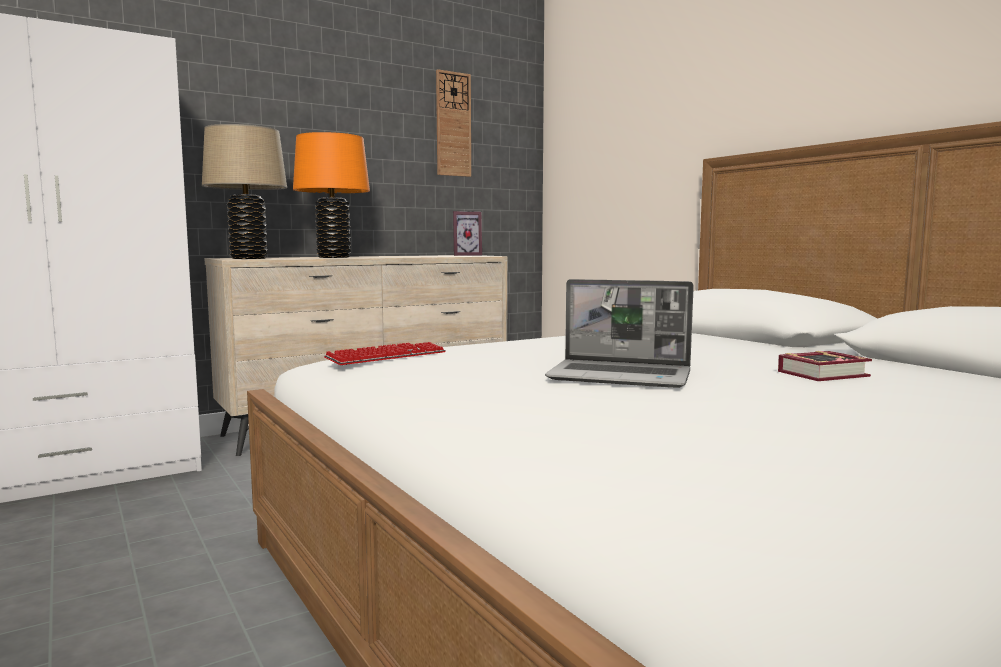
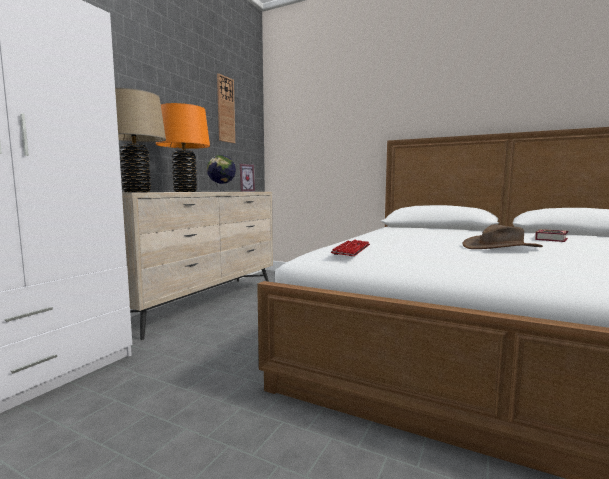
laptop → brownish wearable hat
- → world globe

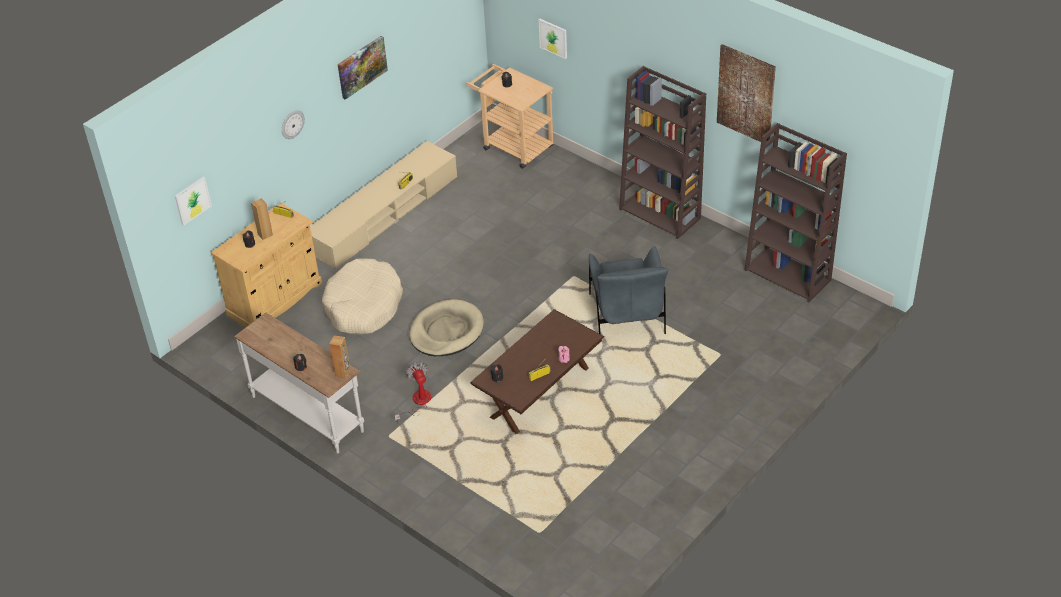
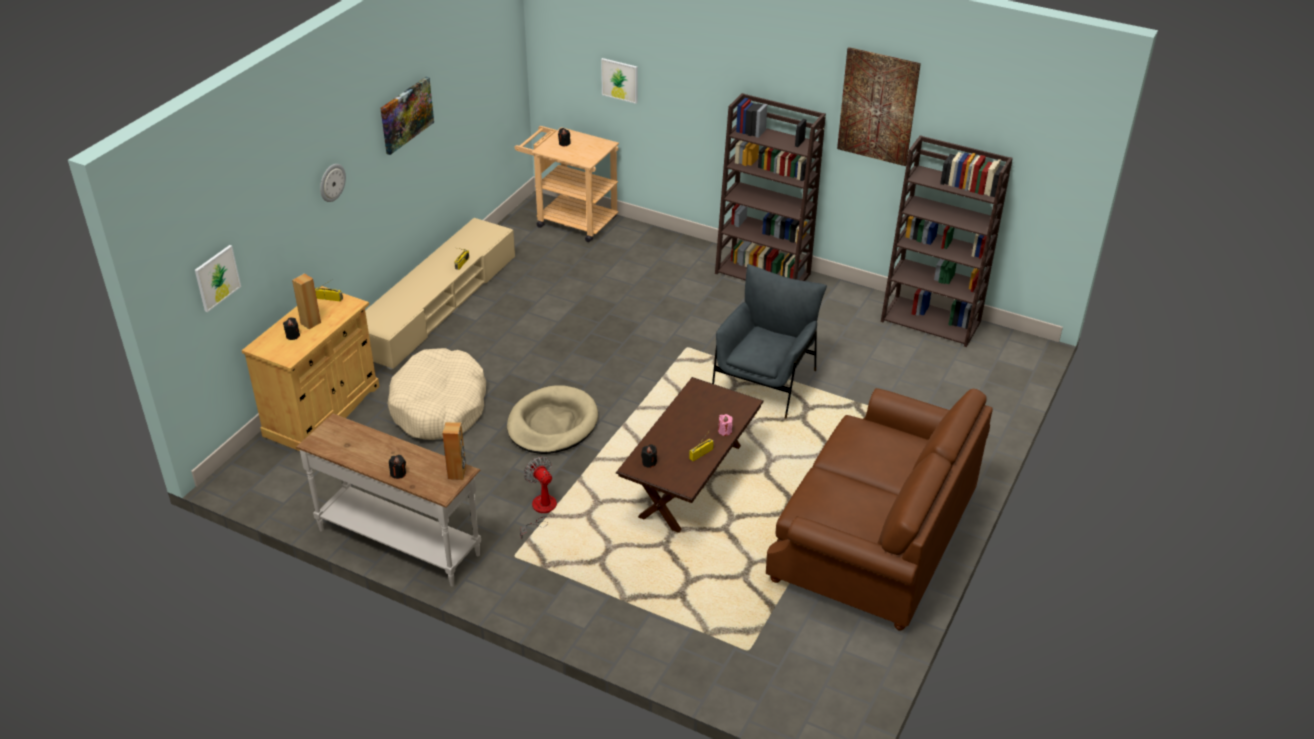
greyish armchair, 135 degrees counterclockwise
- → brownish sofa

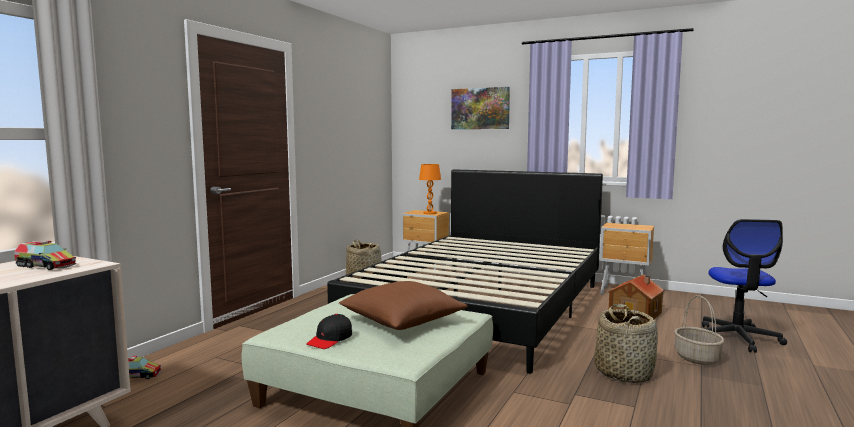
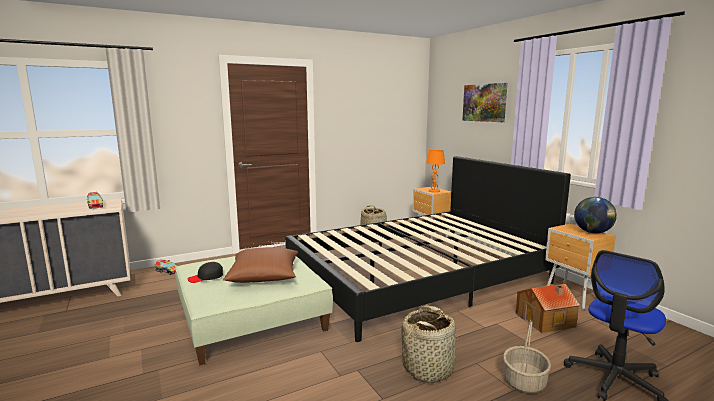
- → world globe

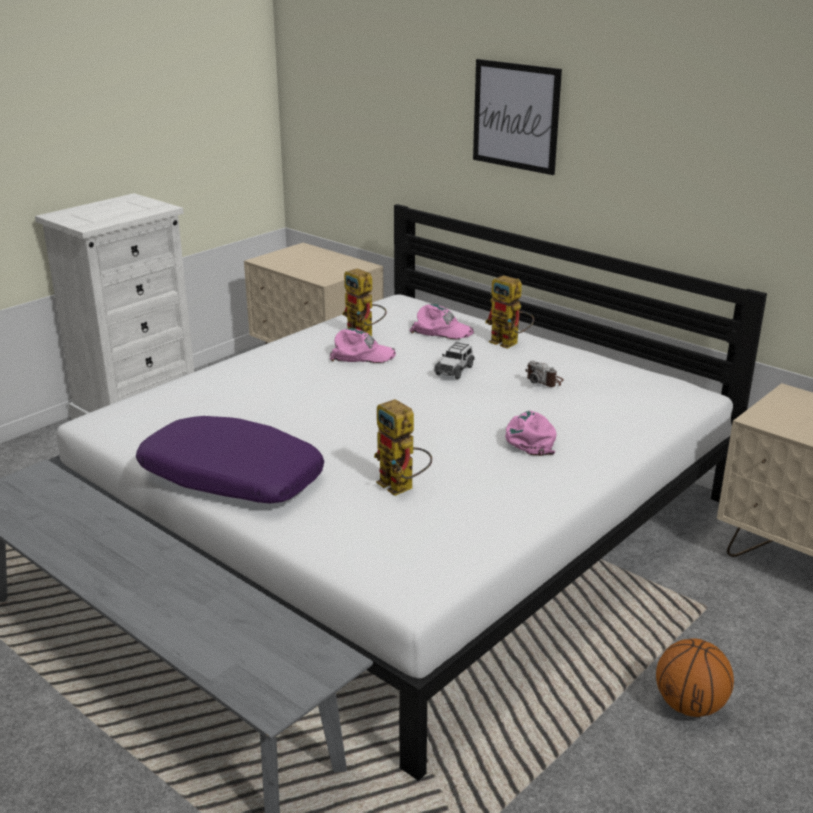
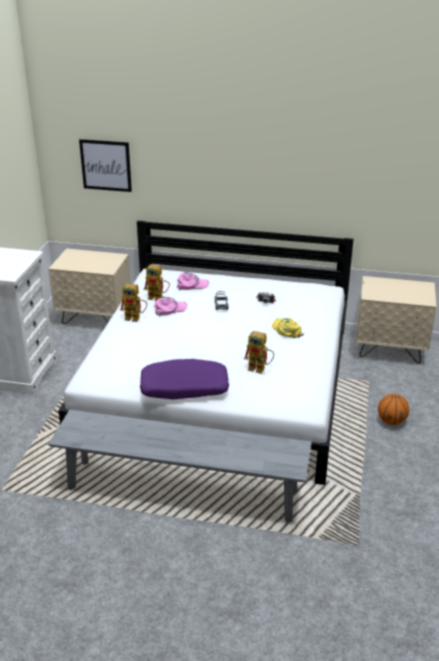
wall art, relocated
robot figure (no. 3 from left in the first image) → robot figure (no. 1 from left), relocated
pink-coloured cap (no. 3 from left) → yellow cap

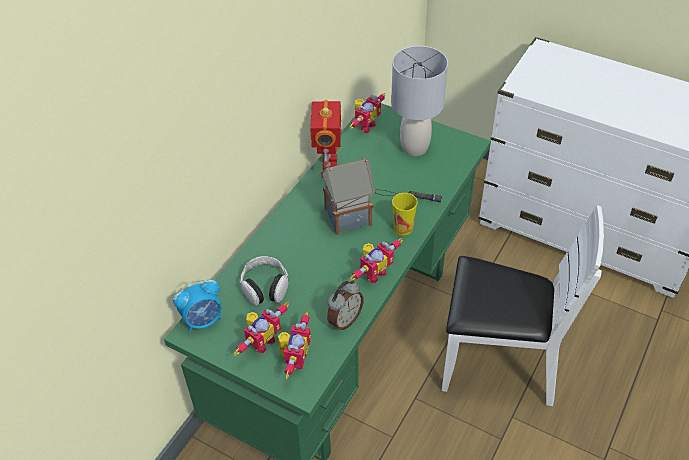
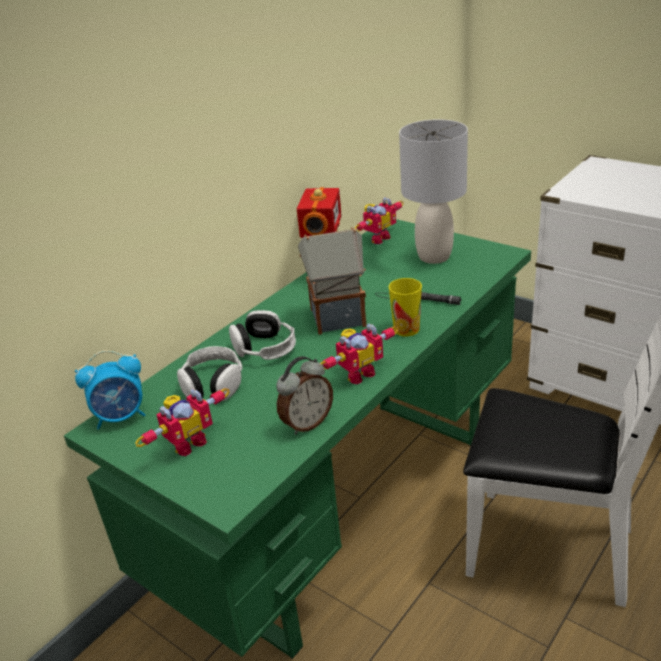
robot figure (no. 2 from left) → -
- → headphones (no. 2 from left)

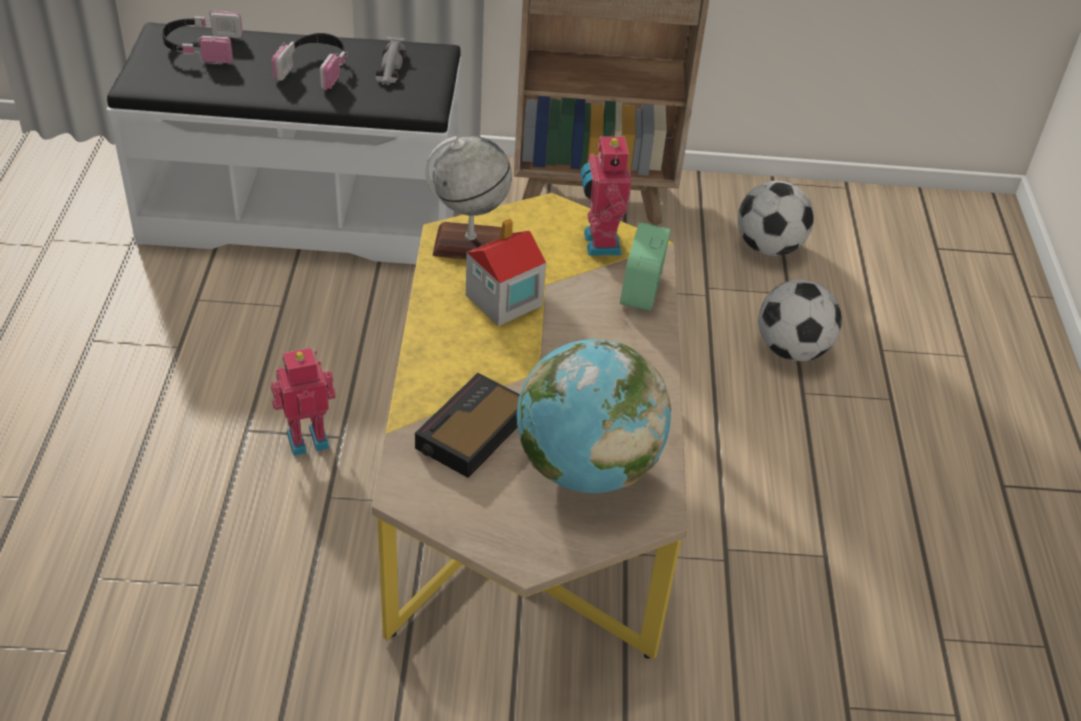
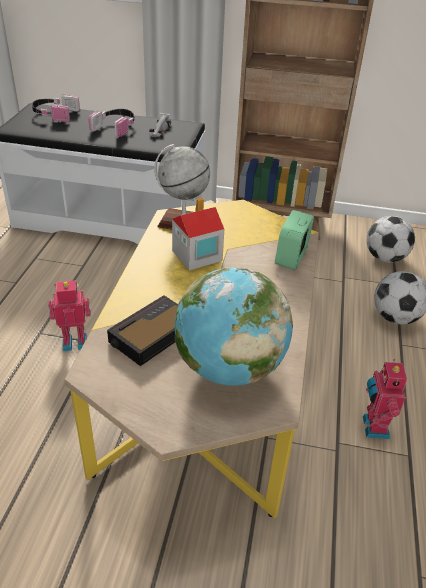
robot figure (no. 2 from left), relocated

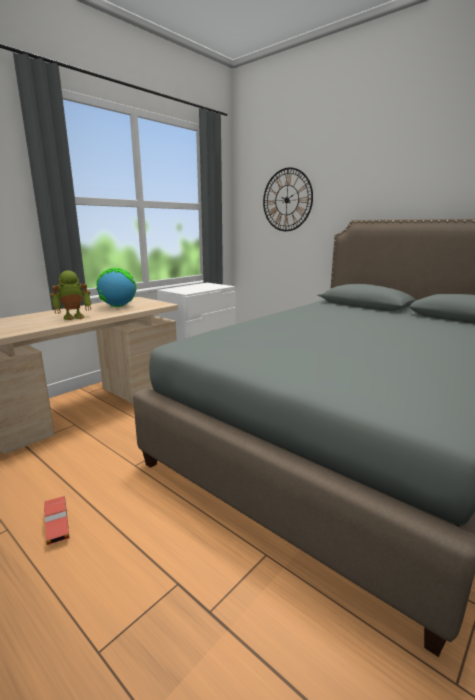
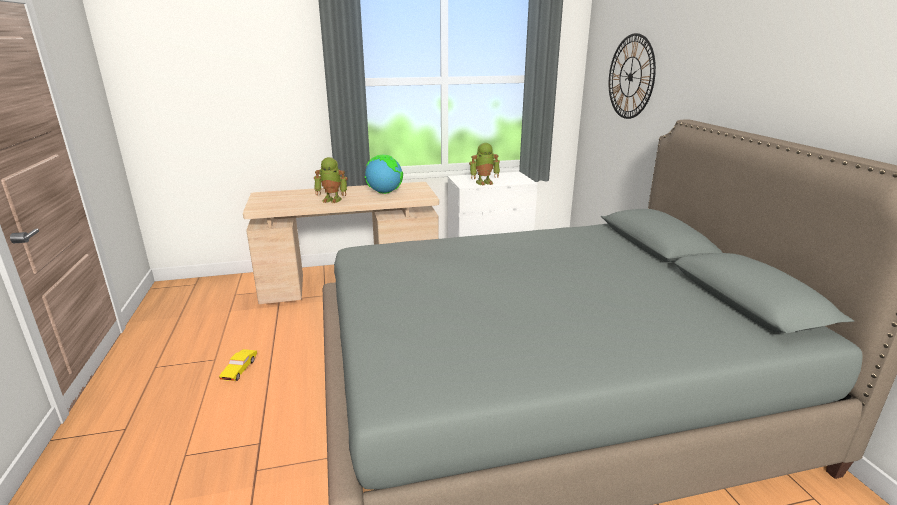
red-coloured model car → yellow model car
- → robot figure (no. 2 from left)

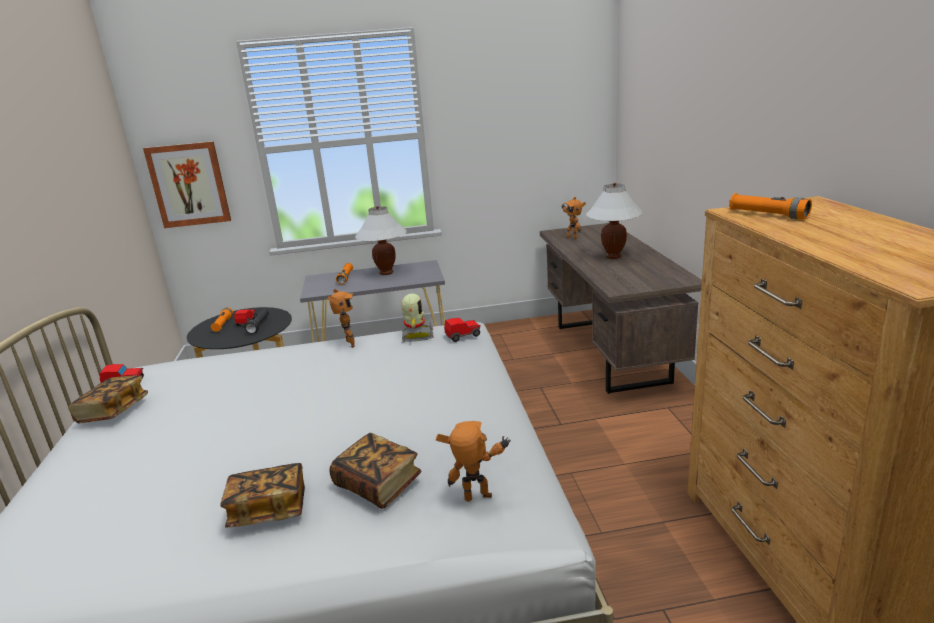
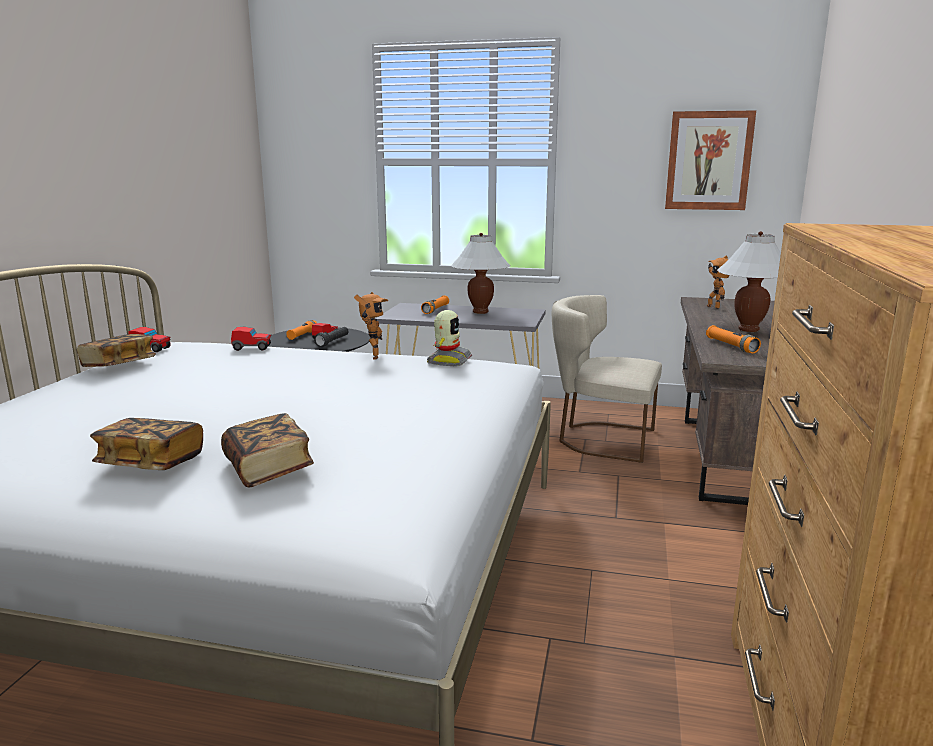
wall art, relocated
robot figure (no. 3 from left) → -
model car (no. 3 from left in the first image) → model car (no. 2 from left), relocated
orange hand torch (no. 3 from left), relocated
- → beige-coloured plain chair

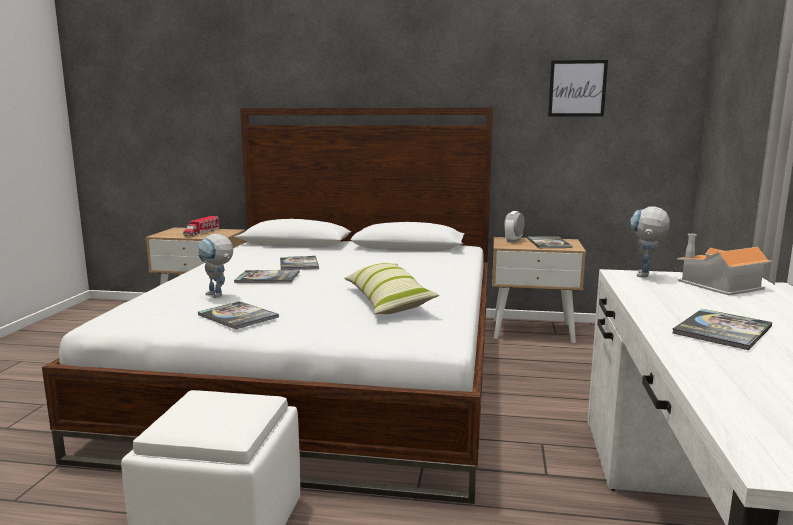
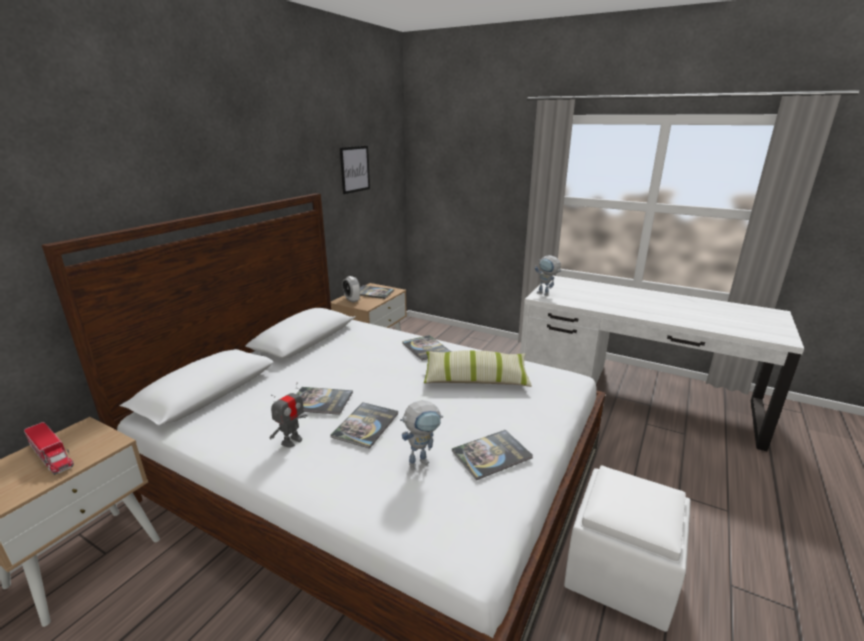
volume (no. 5 from left in the first image) → volume (no. 4 from left), relocated
toy house → -
- → robot figure (no. 1 from left)

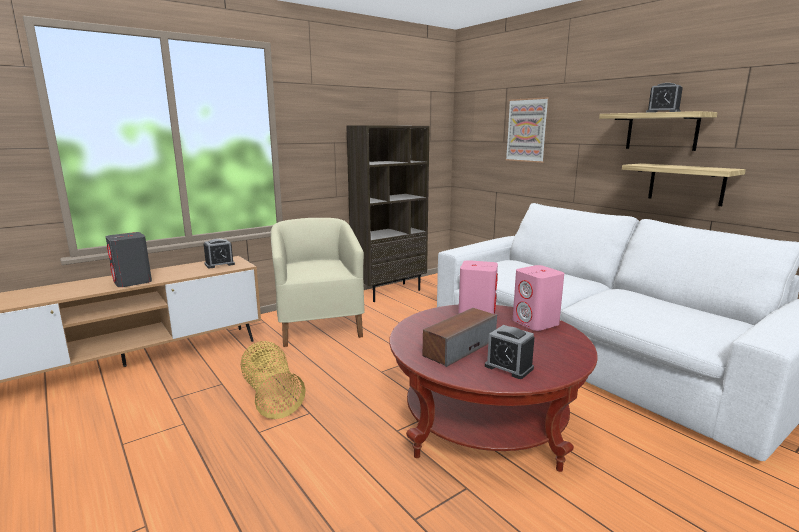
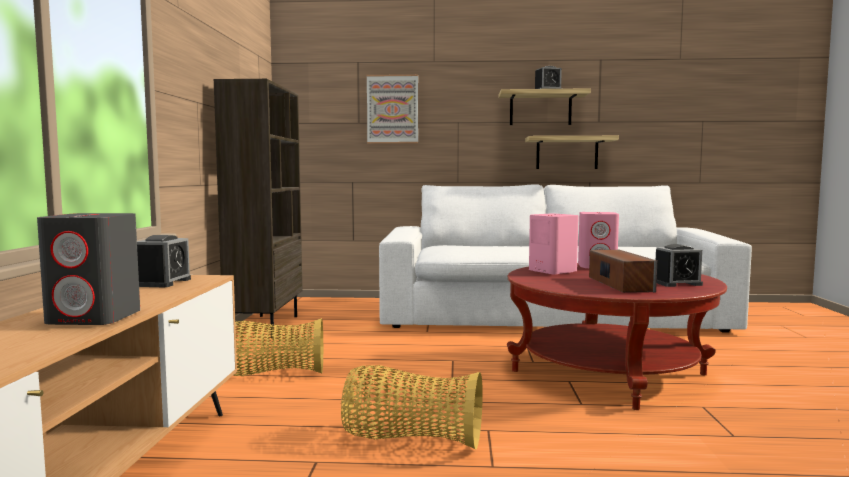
beige-coloured armchair → basket (no. 1 from left)

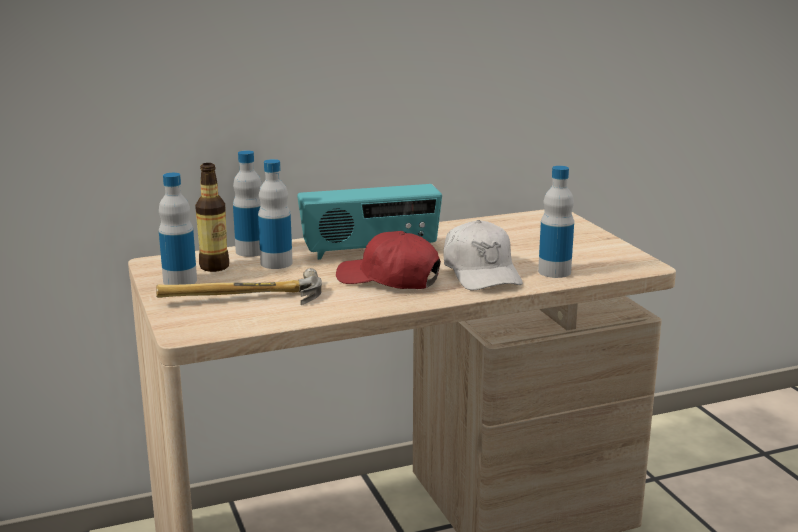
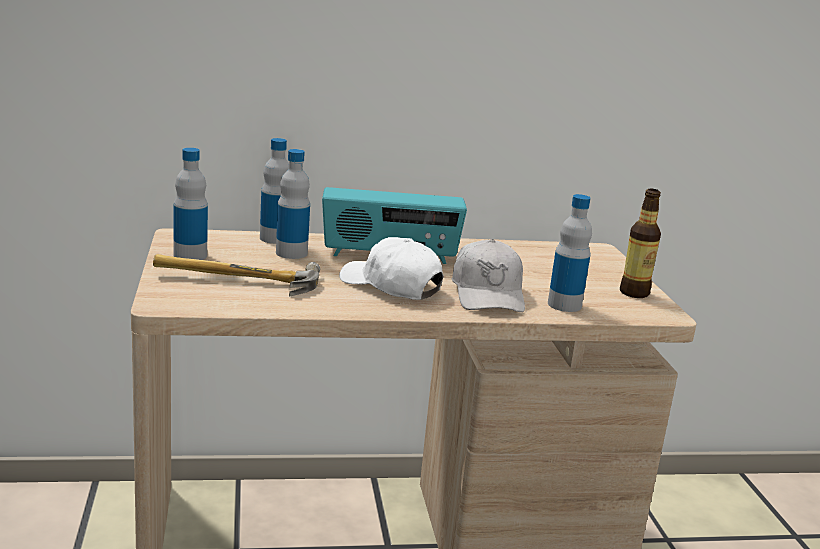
drink bottle (no. 2 from left in the first image) → drink bottle (no. 5 from left), relocated
red-coloured cap → white-coloured cap (no. 1 from left)

